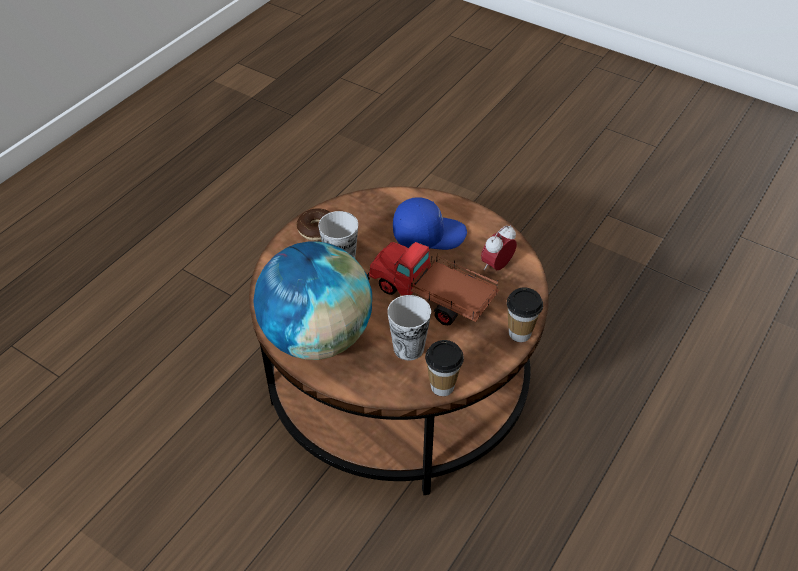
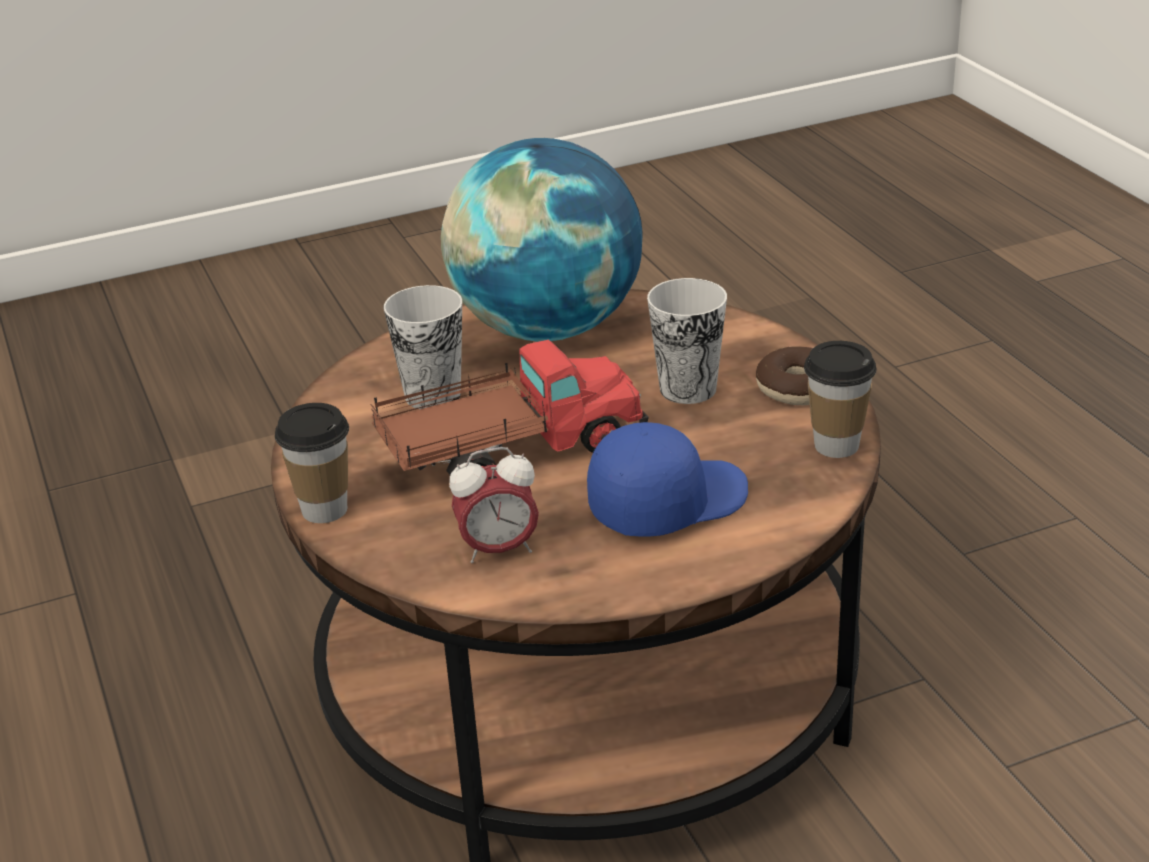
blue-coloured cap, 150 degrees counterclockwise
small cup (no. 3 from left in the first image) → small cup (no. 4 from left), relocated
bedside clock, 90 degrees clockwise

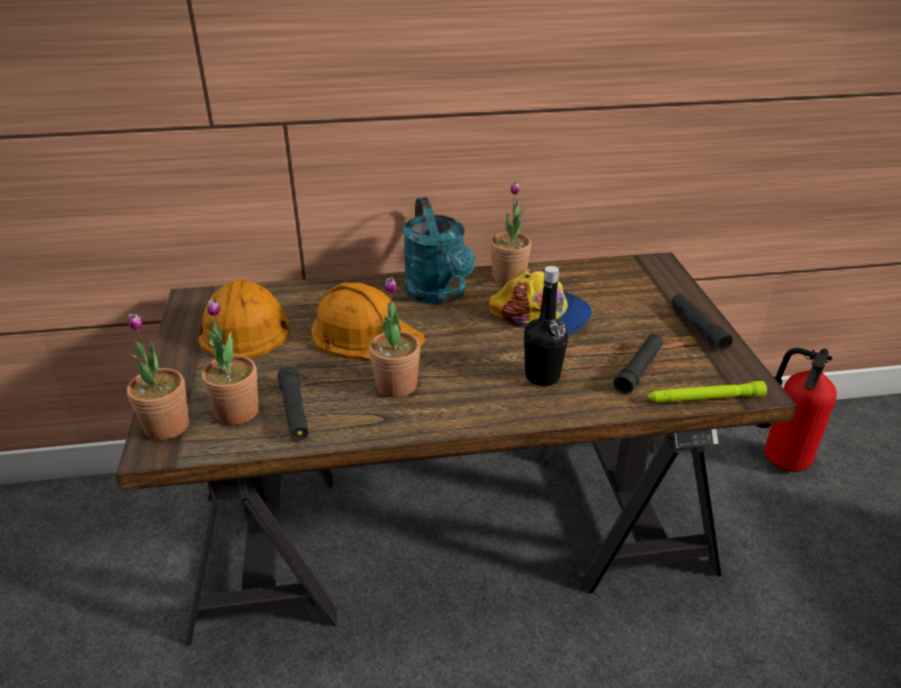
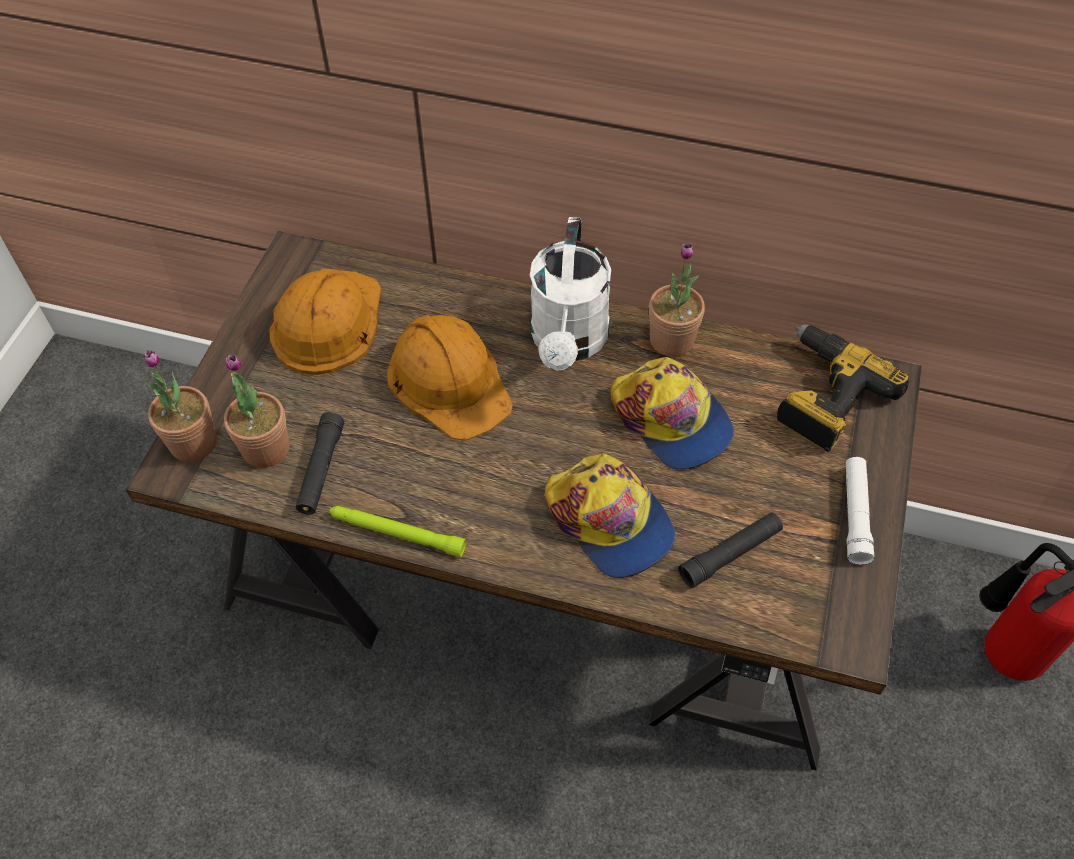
potted plant (no. 3 from left) → -
turquoise sprinkling can → white-coloured sprinkling can
black-coloured drink bottle → cap (no. 1 from left)
green-coloured hand torch, relocated
black-coloured hand torch (no. 3 from left) → white-coloured hand torch
- → drill

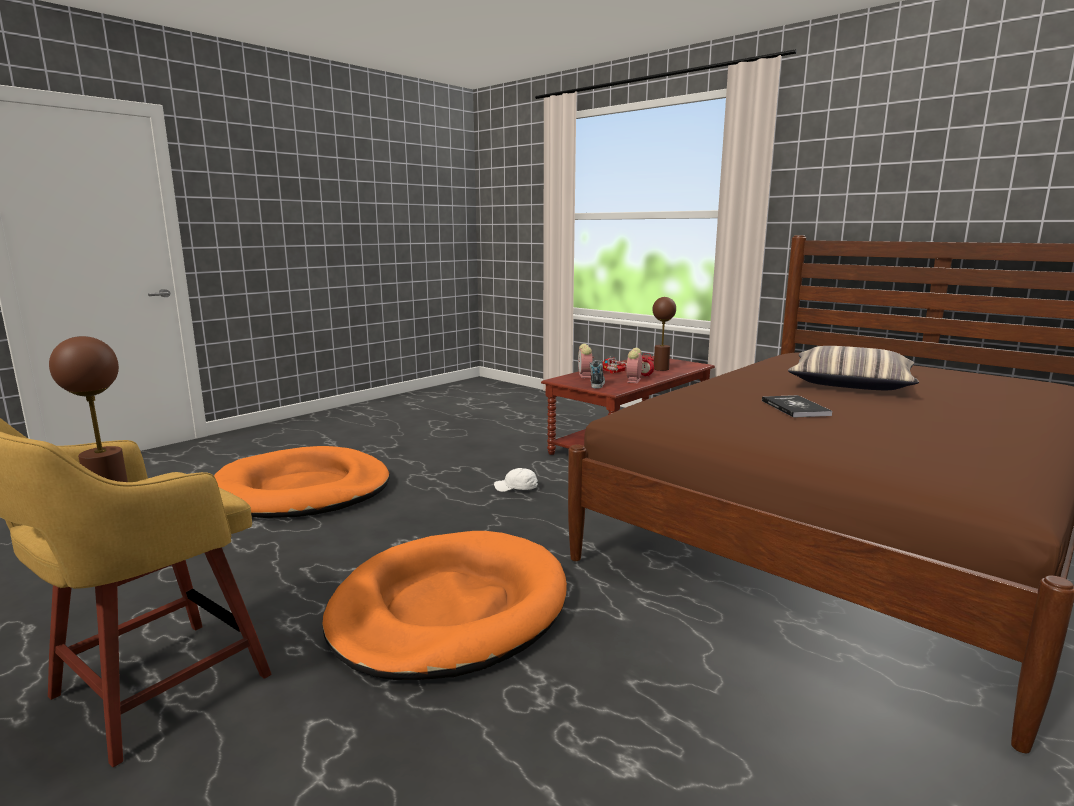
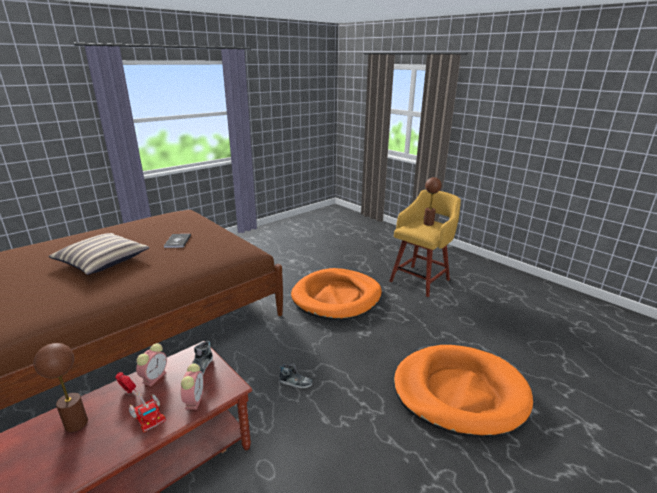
white-coloured cap → shoe (no. 2 from left)

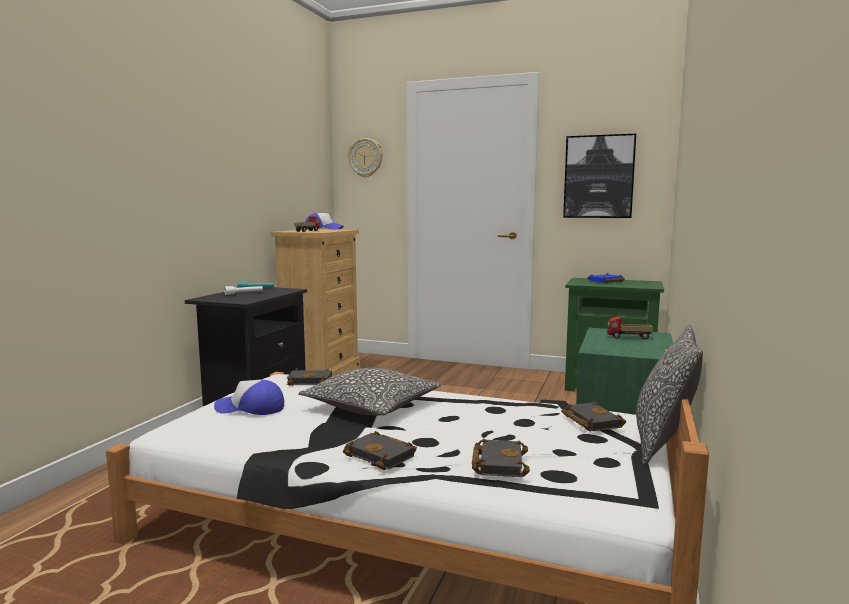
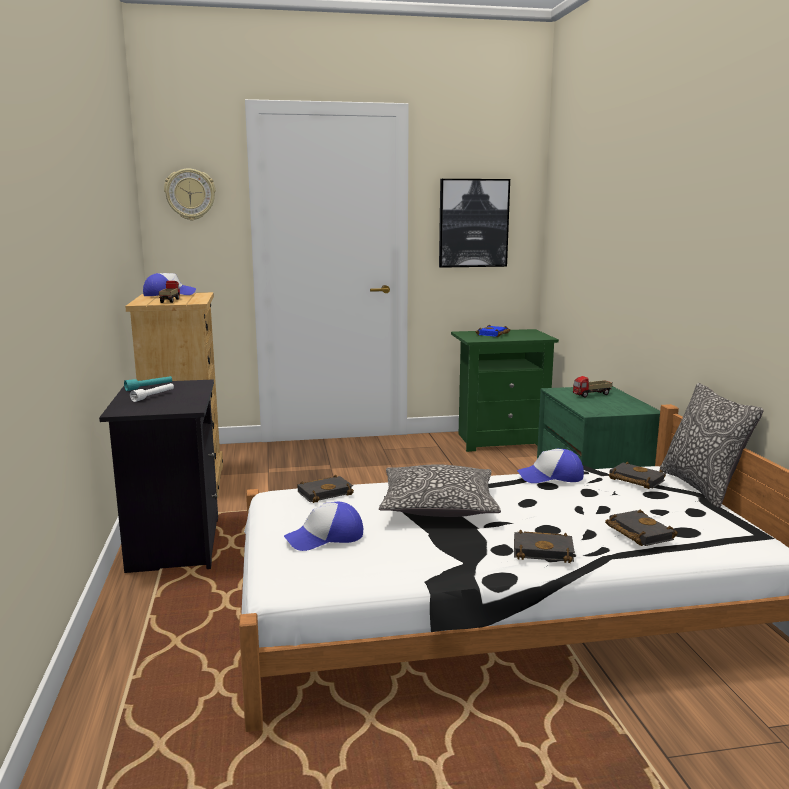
- → cap (no. 3 from left)

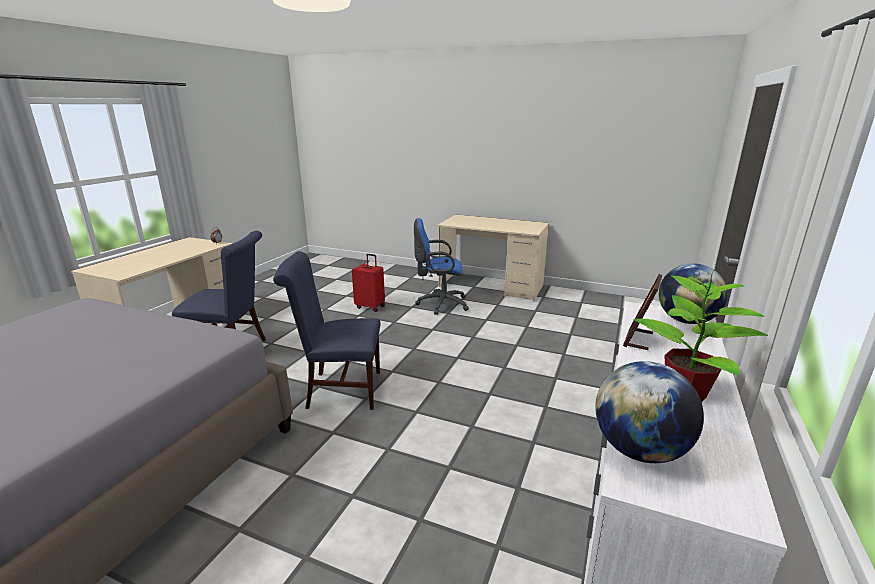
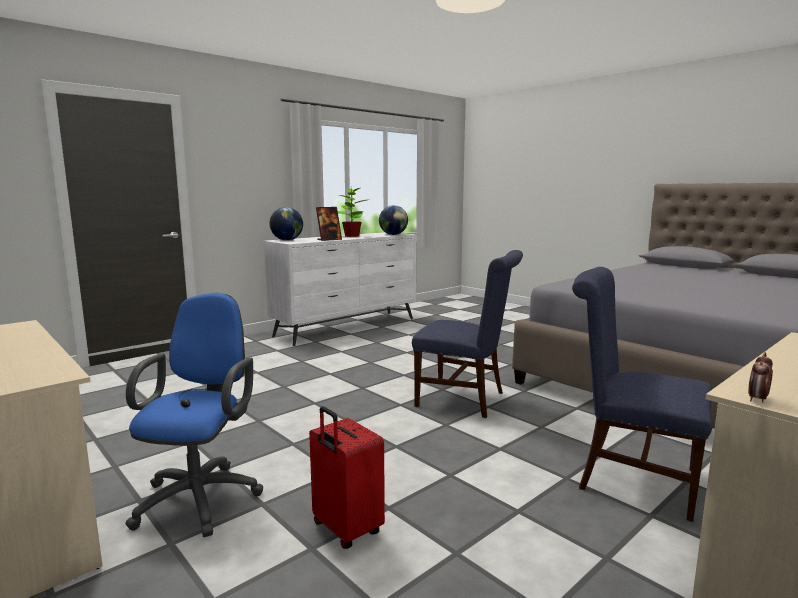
blue-coloured office chair, 105 degrees counterclockwise

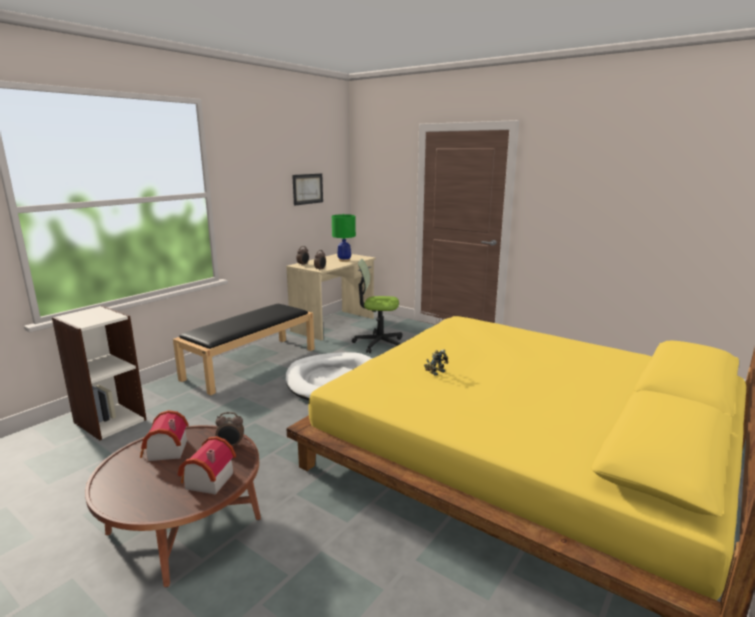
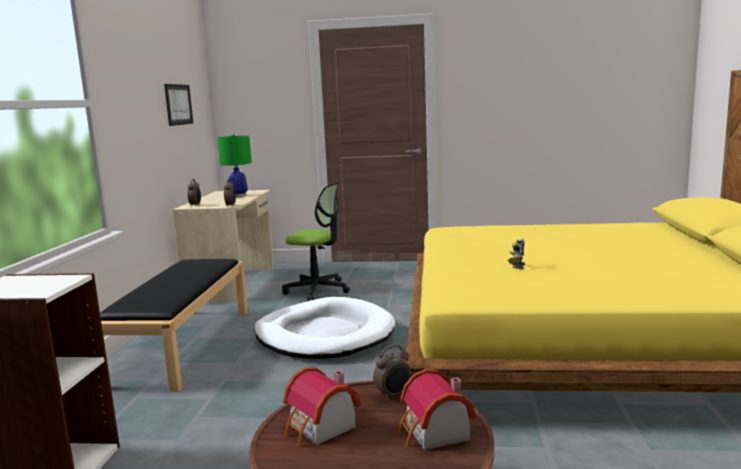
office chair, 135 degrees counterclockwise

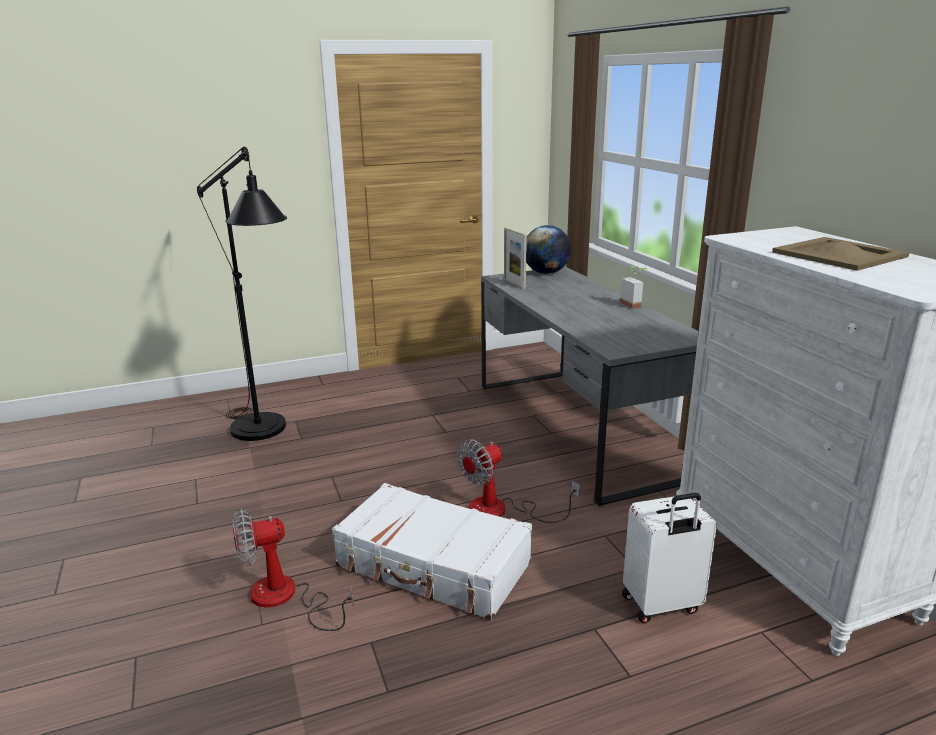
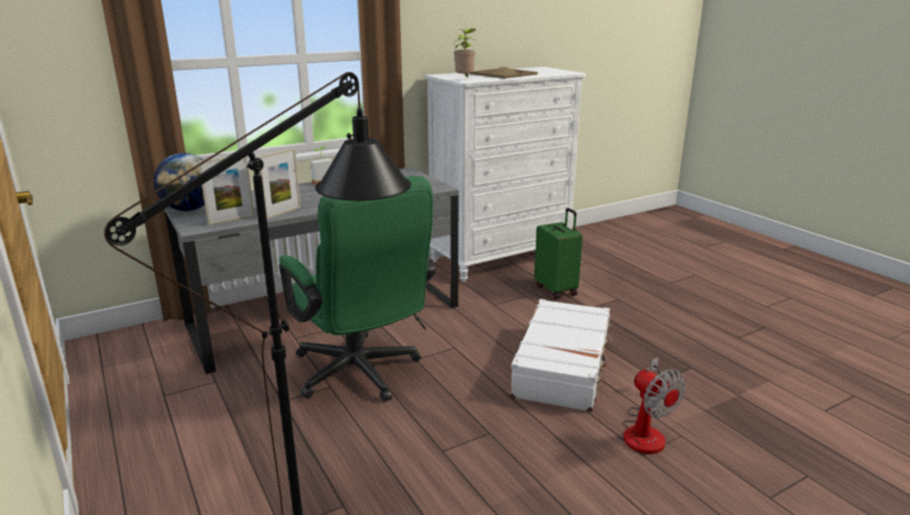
fan (no. 2 from left) → -
white-coloured travel case (no. 2 from left) → green-coloured travel case
- → standing frame (no. 2 from left)
- → green-coloured office chair
- → potted plant (no. 2 from left)

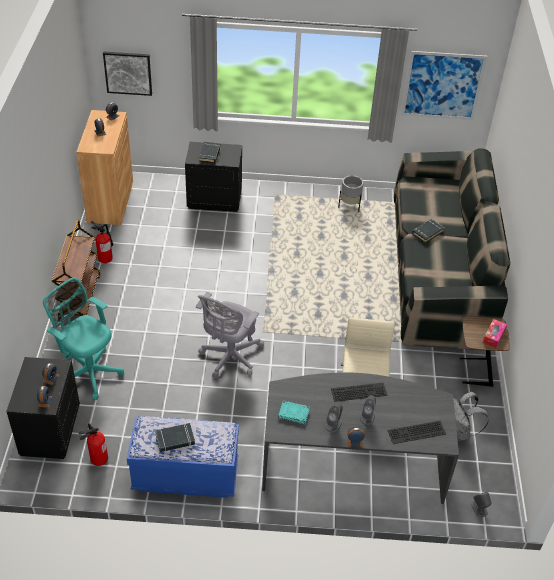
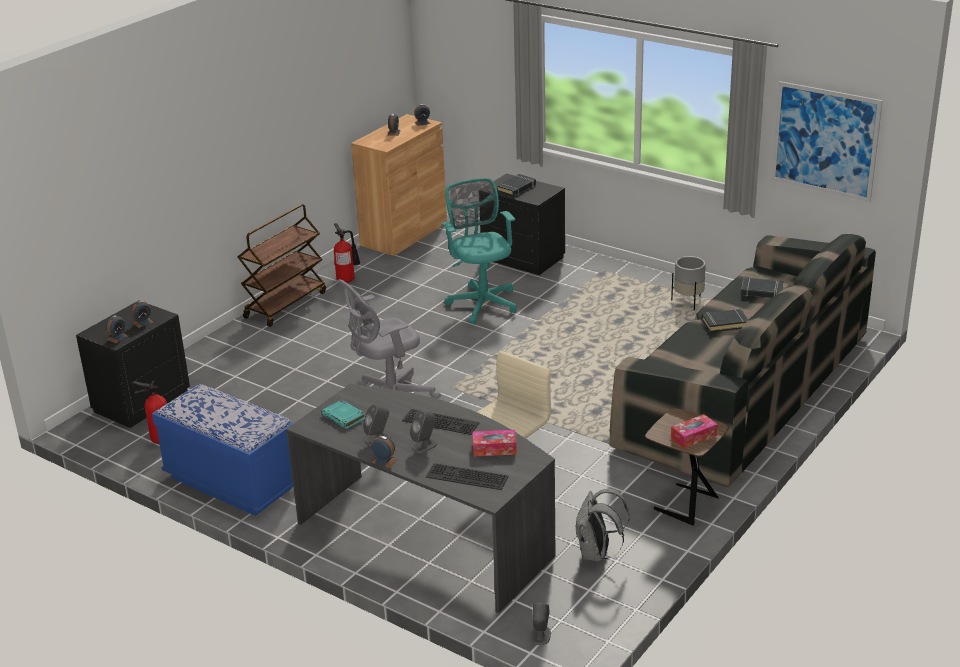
turquoise office chair, relocated
wall art (no. 1 from left) → -
black-coloured volume (no. 1 from left in the first image) → black-coloured volume (no. 3 from left), relocated
- → tissue holder (no. 1 from left)

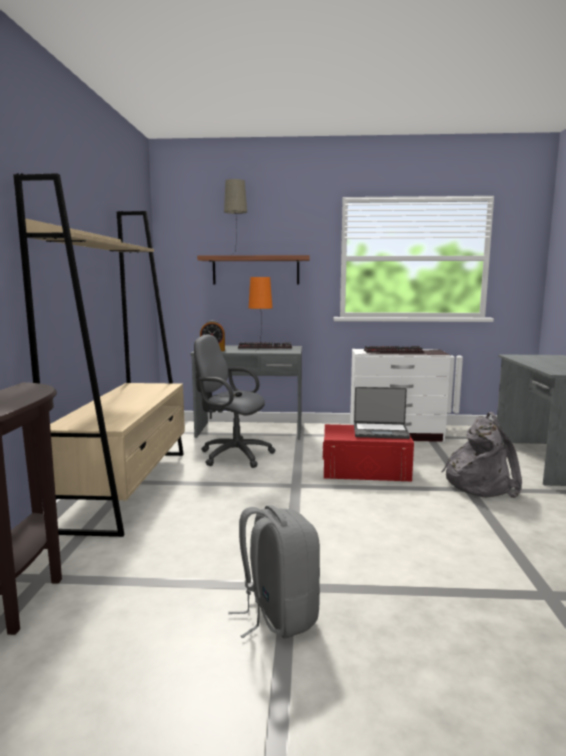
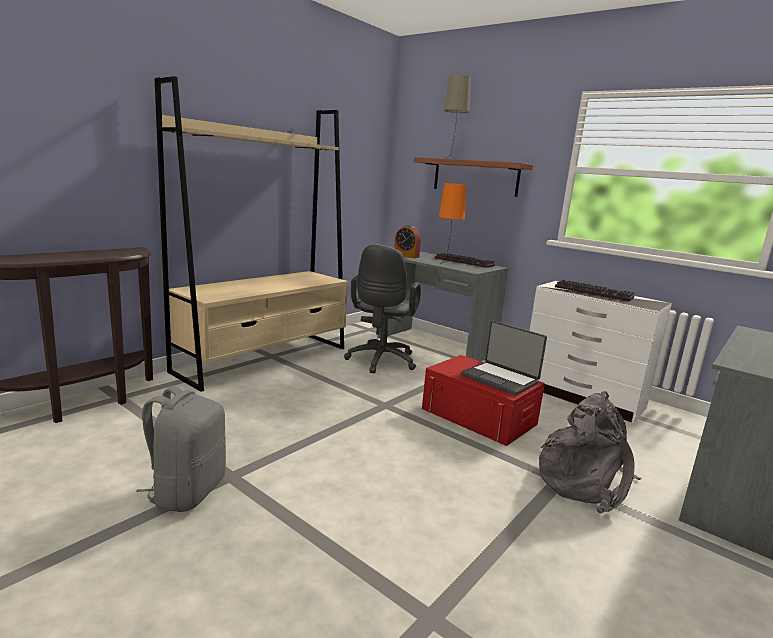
greyish office chair, 135 degrees counterclockwise

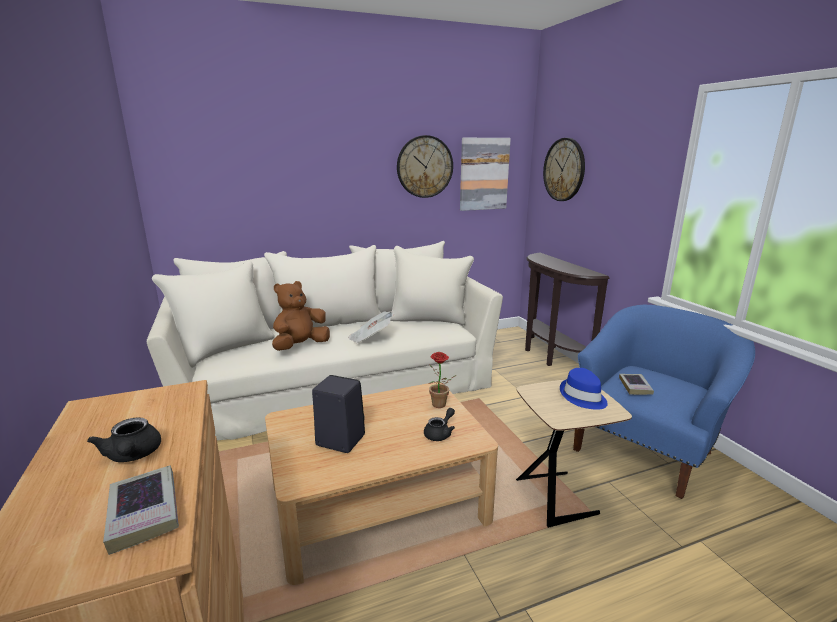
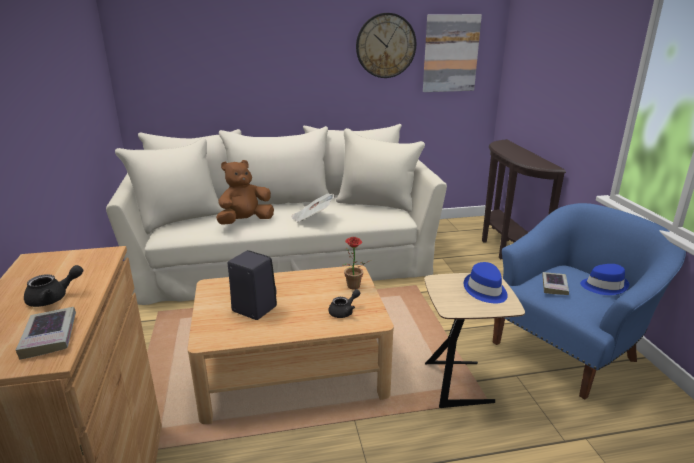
black-coloured tea pot (no. 1 from left), 105 degrees counterclockwise
wall clock (no. 2 from left) → -
- → blue-coloured wearable hat (no. 2 from left)

